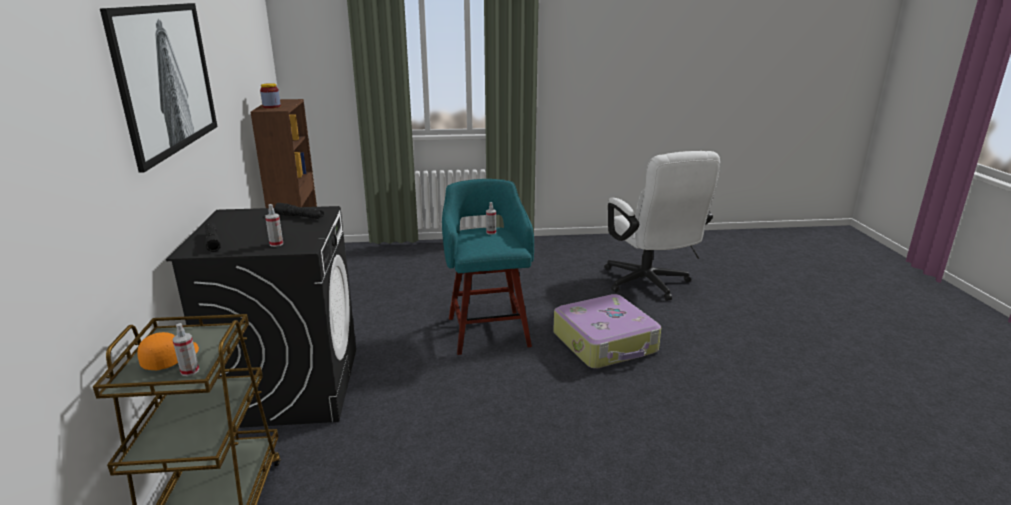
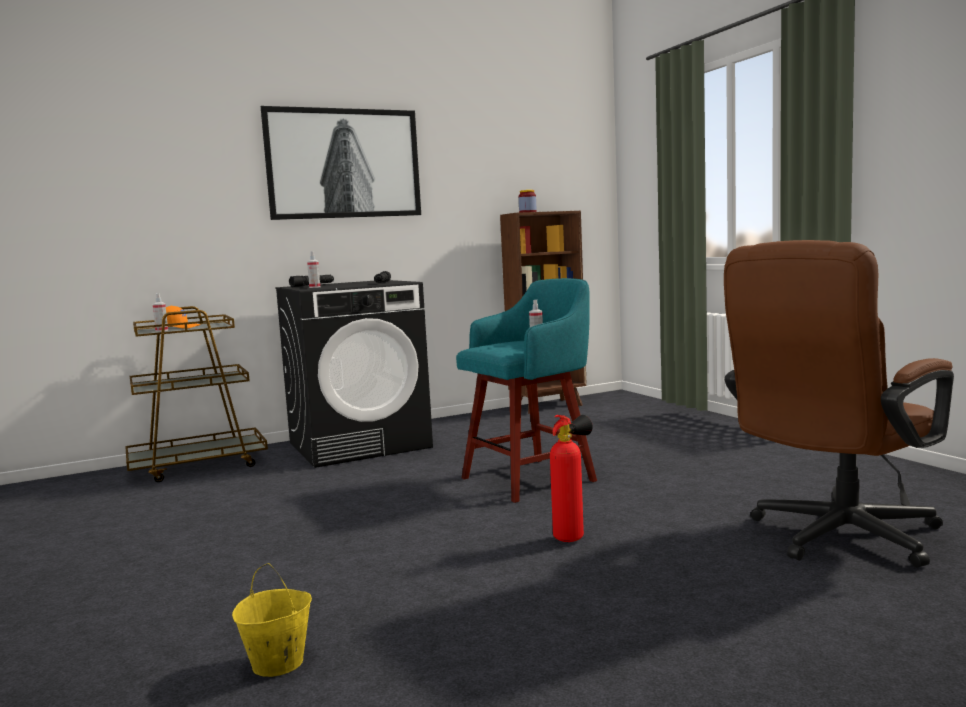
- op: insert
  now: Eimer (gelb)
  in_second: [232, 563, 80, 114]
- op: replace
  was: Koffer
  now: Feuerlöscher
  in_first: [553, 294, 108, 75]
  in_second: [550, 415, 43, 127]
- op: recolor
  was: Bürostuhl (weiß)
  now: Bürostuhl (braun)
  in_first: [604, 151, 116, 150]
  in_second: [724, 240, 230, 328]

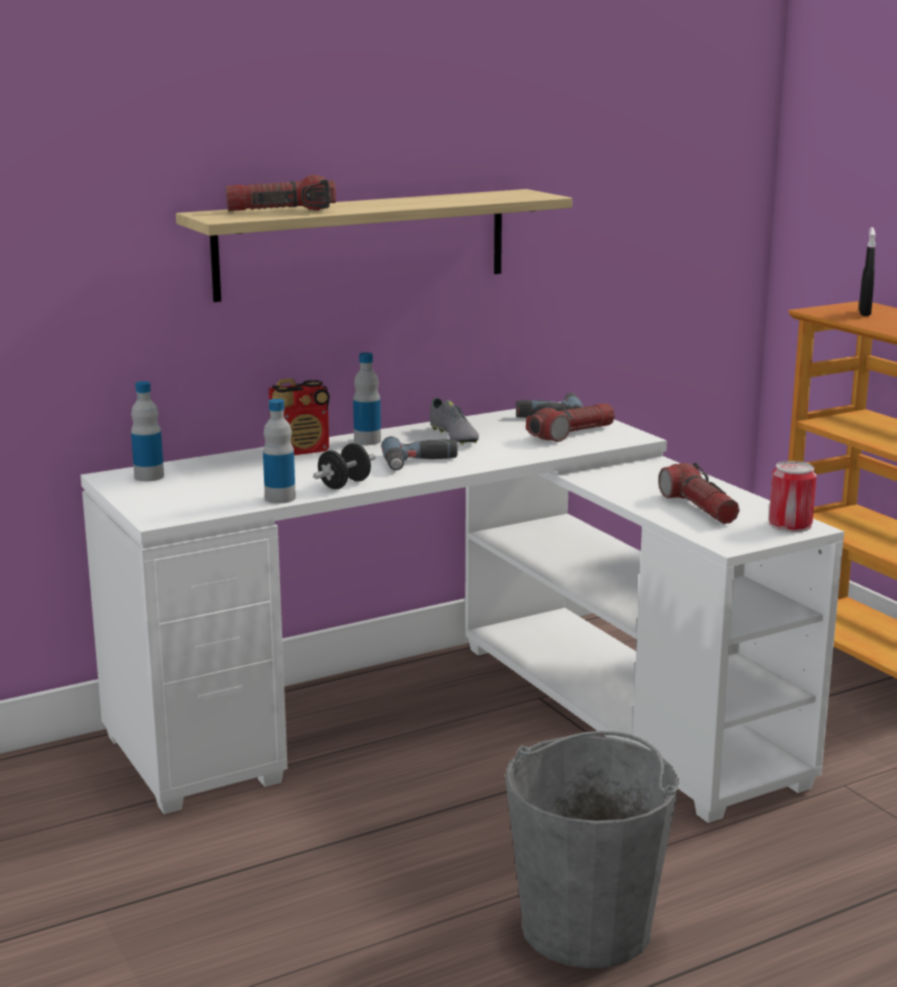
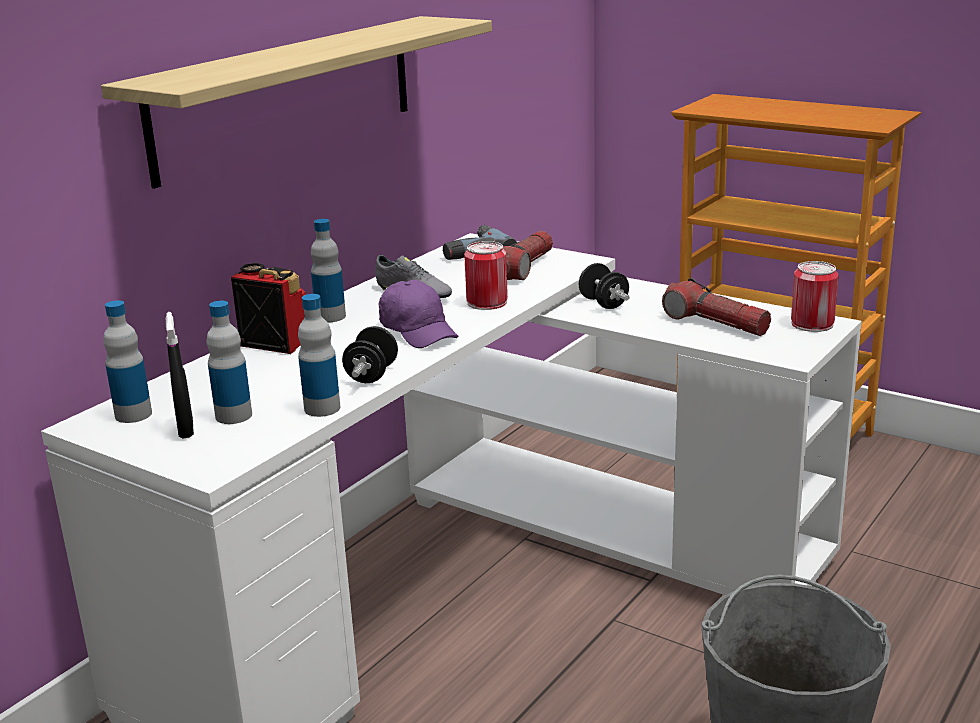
- op: delete
  was: Taschenlampe
  in_first: [226, 175, 110, 36]
- op: insert
  now: Flasche
  in_second: [207, 301, 45, 123]
- op: insert
  now: Dose
  in_second: [464, 241, 44, 69]
- op: insert
  now: Hantel (schwarz)
  in_second: [579, 263, 50, 46]
- op: move
  was: Sprühflasche (schwarz)
  in_first: [859, 227, 16, 89]
  in_second: [166, 312, 28, 126]
- op: replace
  was: Bohrmaschine
  now: Kappe (lila)
  in_first: [381, 436, 76, 34]
  in_second: [379, 280, 80, 68]
- op: rotate
  was: Radio
  in_first: [269, 378, 61, 77]
  in_second: [231, 263, 75, 91]
  clockwise: -105

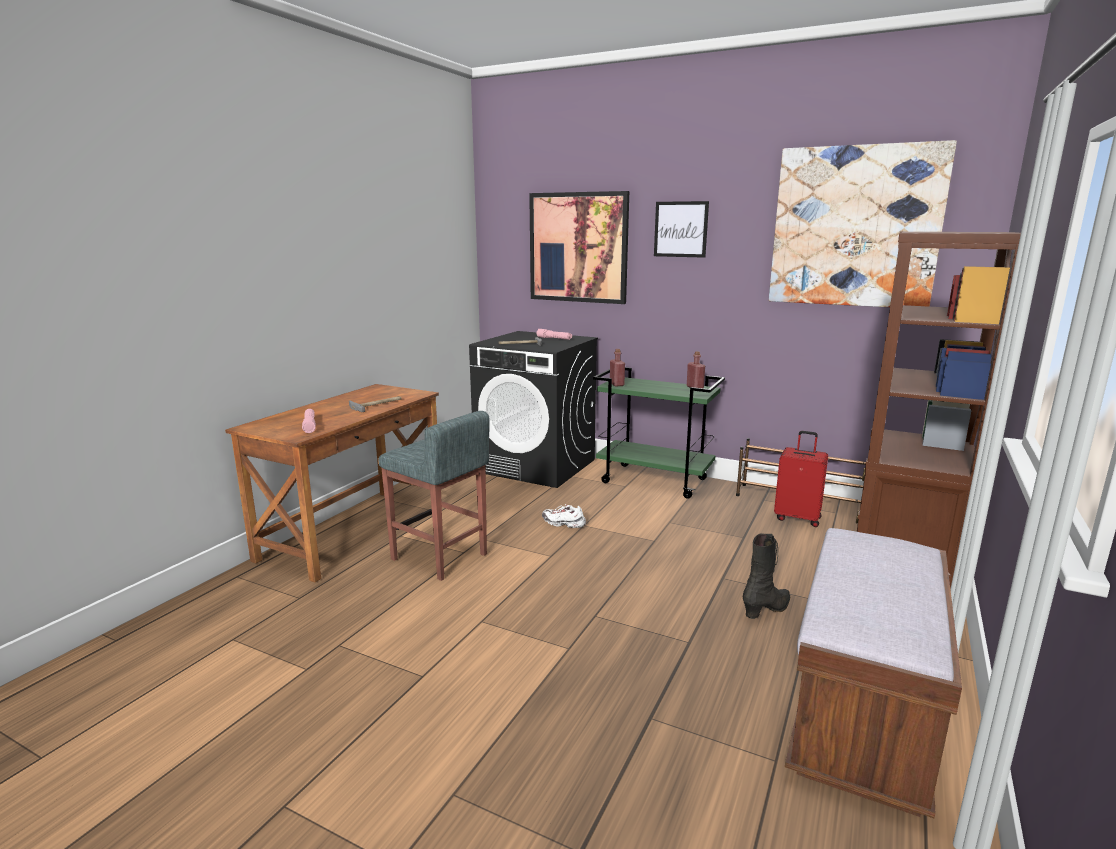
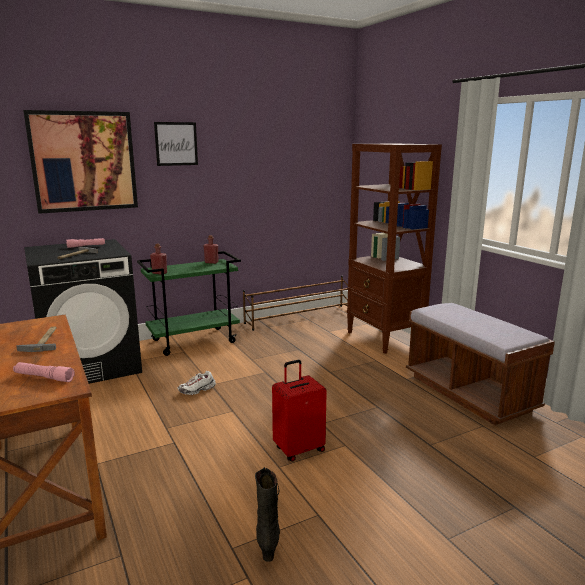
- op: delete
  was: Hocker (grau)
  in_first: [378, 411, 112, 170]
- op: delete
  was: Bild
  in_first: [769, 140, 188, 167]
- op: move
  was: Stiefel (schwarz)
  in_first: [743, 533, 47, 86]
  in_second: [255, 467, 25, 95]
- op: move
  was: Koffer (rot)
  in_first: [774, 431, 54, 96]
  in_second: [272, 360, 55, 101]

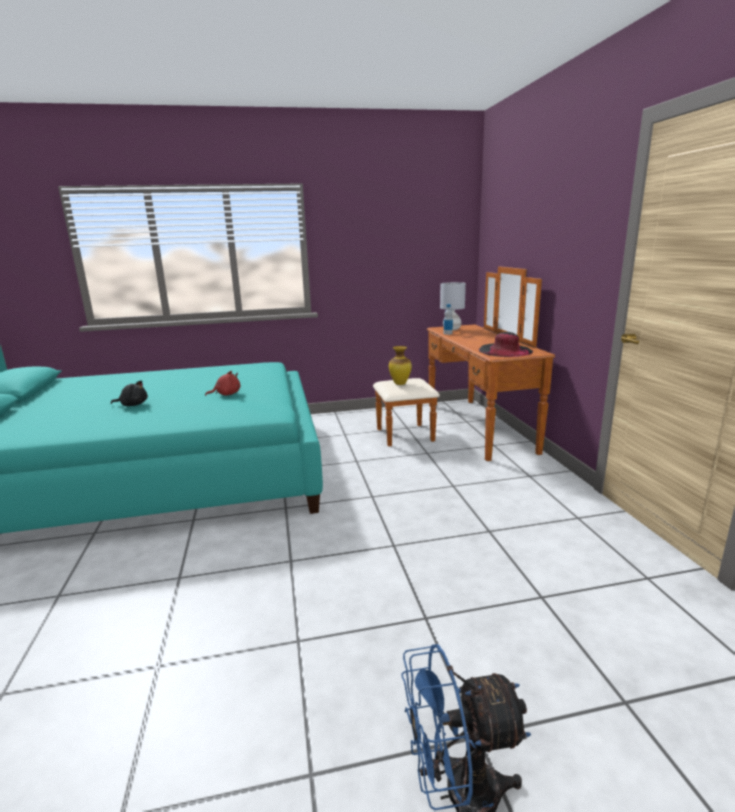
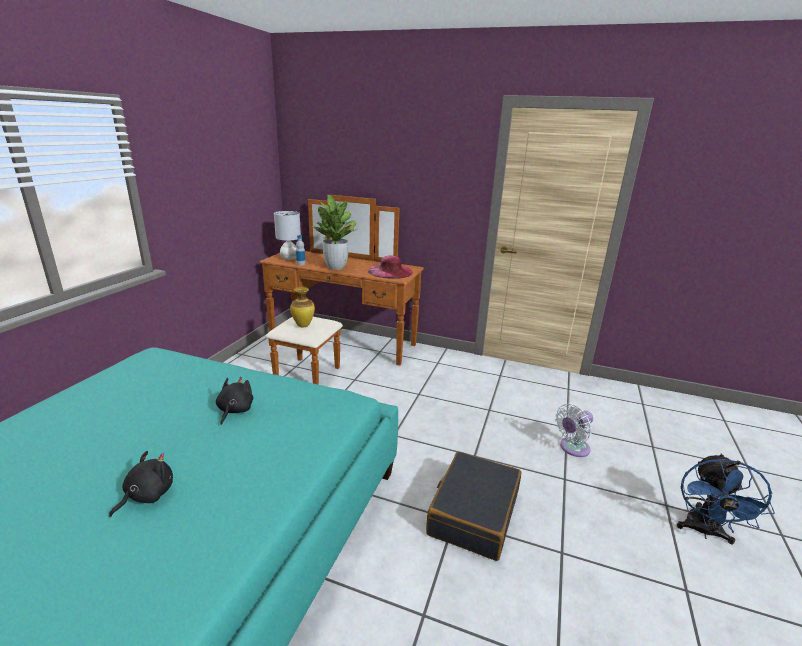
- op: insert
  now: Topfpflanze
  in_second: [312, 195, 46, 75]
- op: insert
  now: Koffer (schwarz)
  in_second: [426, 451, 95, 110]
- op: insert
  now: Ventilator (weiß)
  in_second: [555, 404, 38, 53]
- op: recolor
  was: Plüschtier (rot)
  now: Plüschtier (schwarz)
  in_first: [205, 371, 35, 25]
  in_second: [216, 377, 37, 48]
- op: recolor
  was: Hut (schwarz)
  now: Hut (rosa)
  in_first: [479, 332, 54, 25]
  in_second: [368, 255, 45, 24]

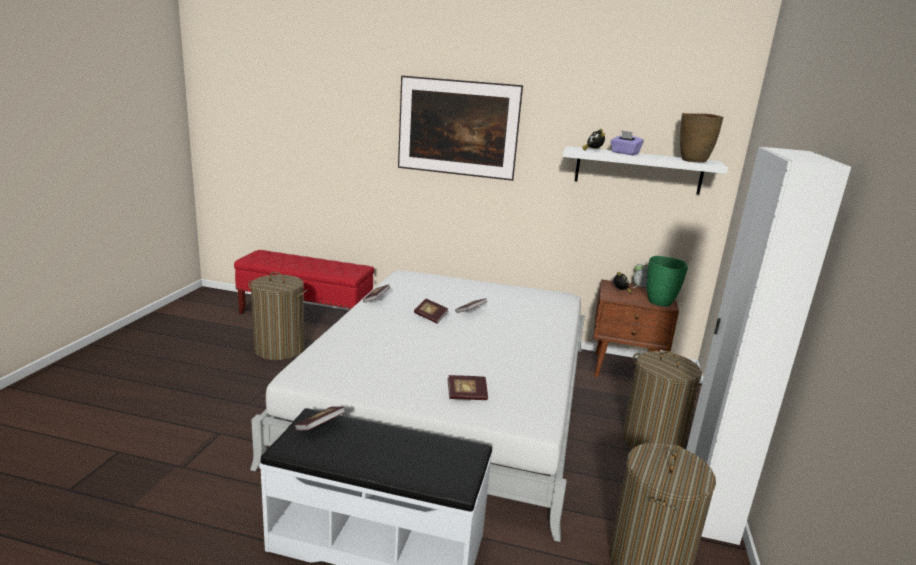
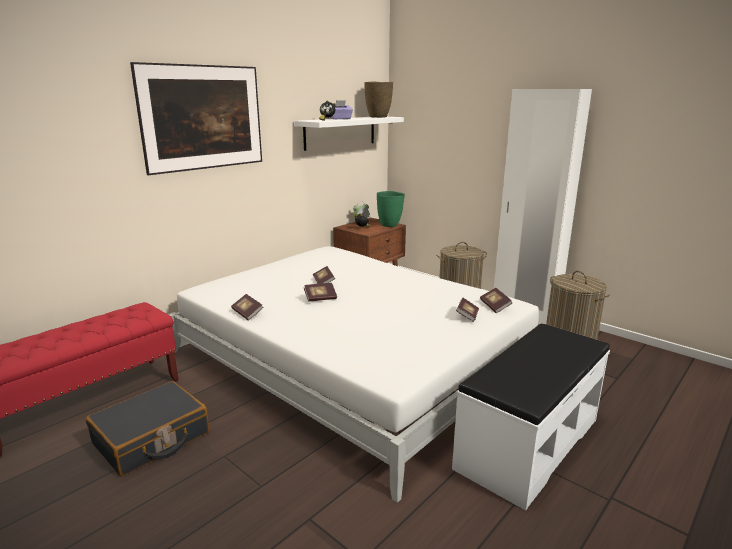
- op: move
  was: Buch
  in_first: [295, 407, 51, 24]
  in_second: [480, 288, 32, 25]
- op: replace
  was: Wäschekorb
  now: Koffer (schwarz)
  in_first: [248, 272, 60, 88]
  in_second: [86, 381, 123, 95]

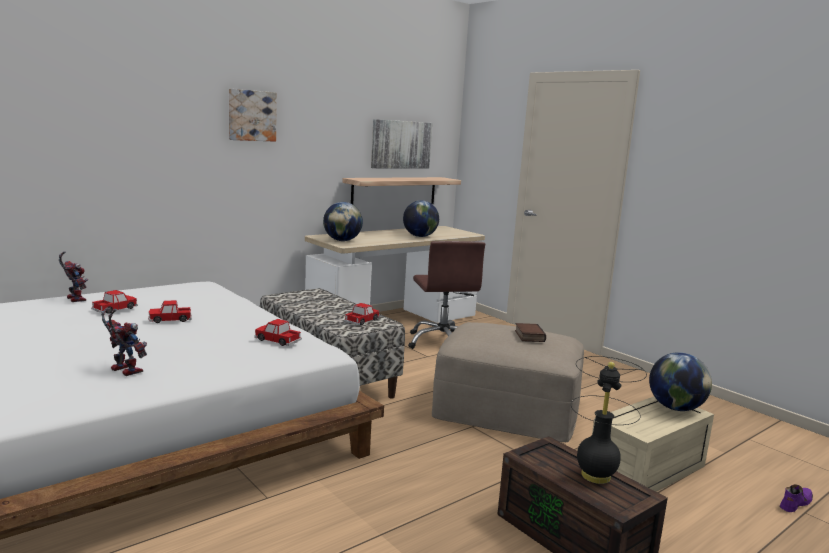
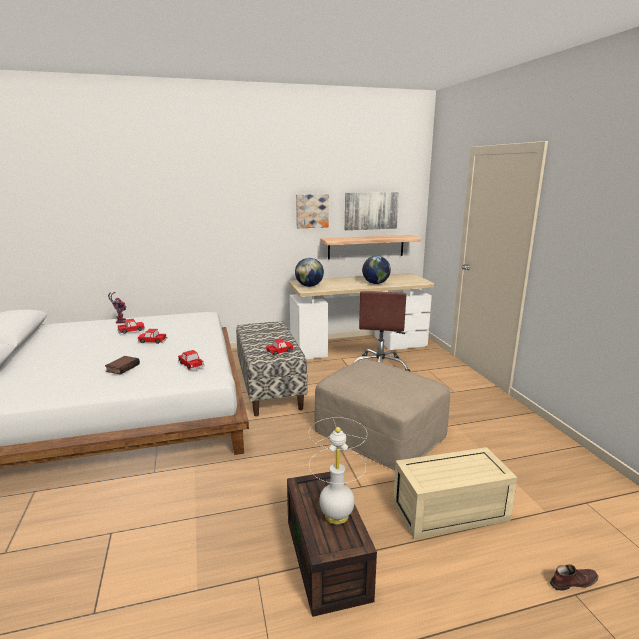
- op: delete
  was: Spielzeugroboter
  in_first: [101, 307, 46, 69]
- op: delete
  was: Globus
  in_first: [649, 352, 63, 59]
- op: move
  was: Bild
  in_first: [229, 89, 48, 53]
  in_second: [296, 194, 33, 34]
- op: move
  was: Buch
  in_first: [515, 323, 31, 19]
  in_second: [105, 356, 35, 18]
- op: recolor
  was: Tischlampe (schwarz)
  now: Tischlampe (weiß)
  in_first: [571, 356, 76, 128]
  in_second: [309, 417, 58, 107]
- op: recolor
  was: Schuh (lila)
  now: Schuh (braun)
  in_first: [779, 484, 34, 28]
  in_second: [550, 564, 49, 27]

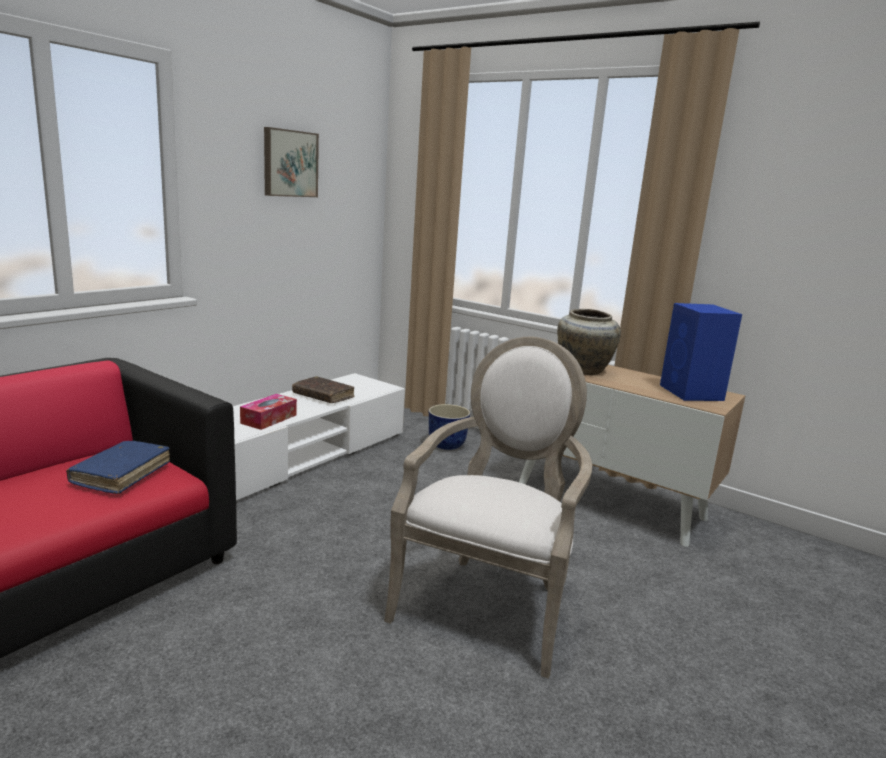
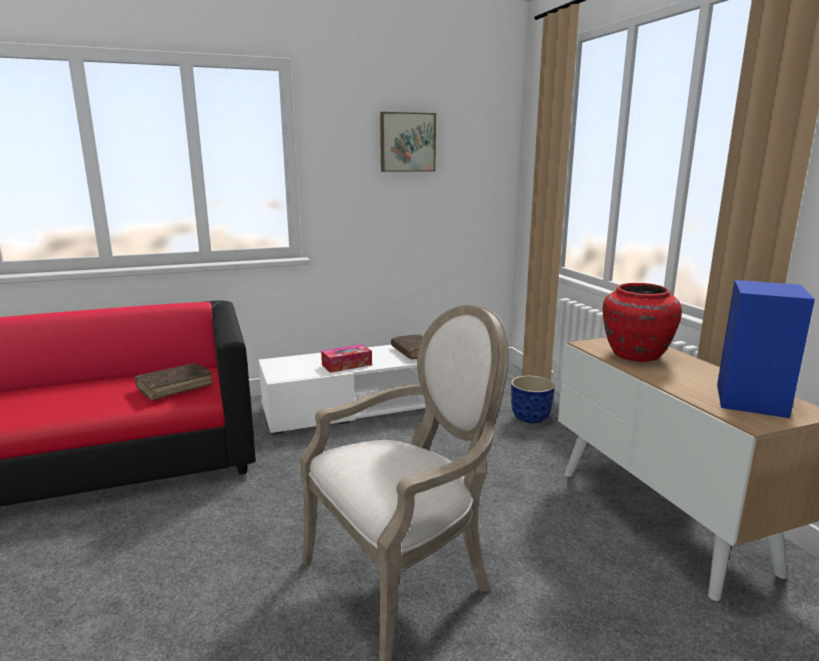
- op: recolor
  was: Buch (blau)
  now: Buch (braun)
  in_first: [66, 441, 104, 53]
  in_second: [134, 363, 79, 37]
- op: recolor
  was: Vase (beige)
  now: Vase (rot)
  in_first: [557, 309, 64, 66]
  in_second: [603, 283, 79, 79]

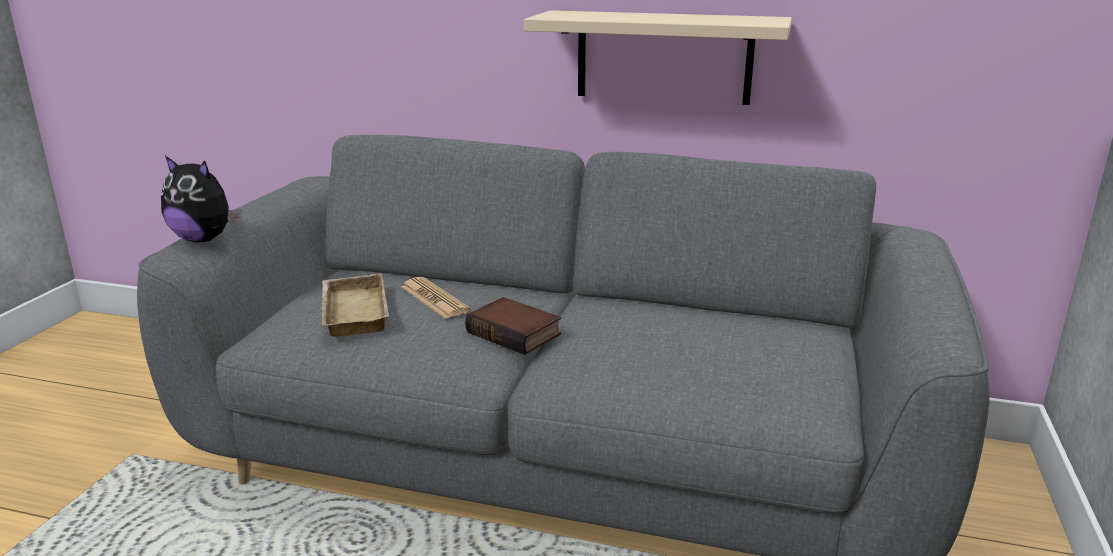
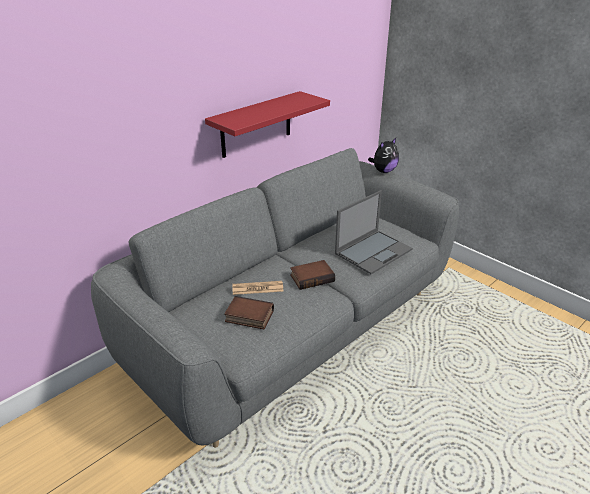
- op: insert
  now: Laptop
  in_second: [335, 190, 78, 84]
- op: move
  was: Plüschtier
  in_first: [161, 156, 81, 86]
  in_second: [368, 138, 31, 35]
- op: replace
  was: Tablett (beige)
  now: Buch
  in_first: [321, 273, 68, 64]
  in_second: [224, 296, 50, 33]
- op: recolor
  was: Wandregal (beige)
  now: Wandregal (rot)
  in_first: [524, 10, 268, 95]
  in_second: [205, 91, 125, 67]

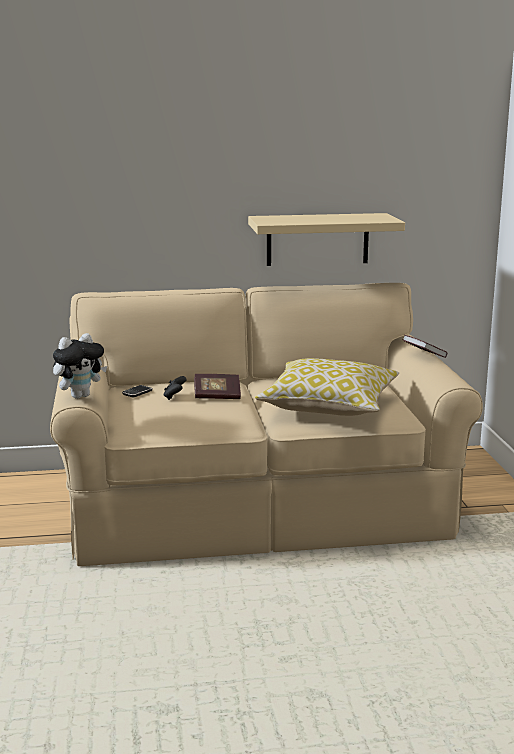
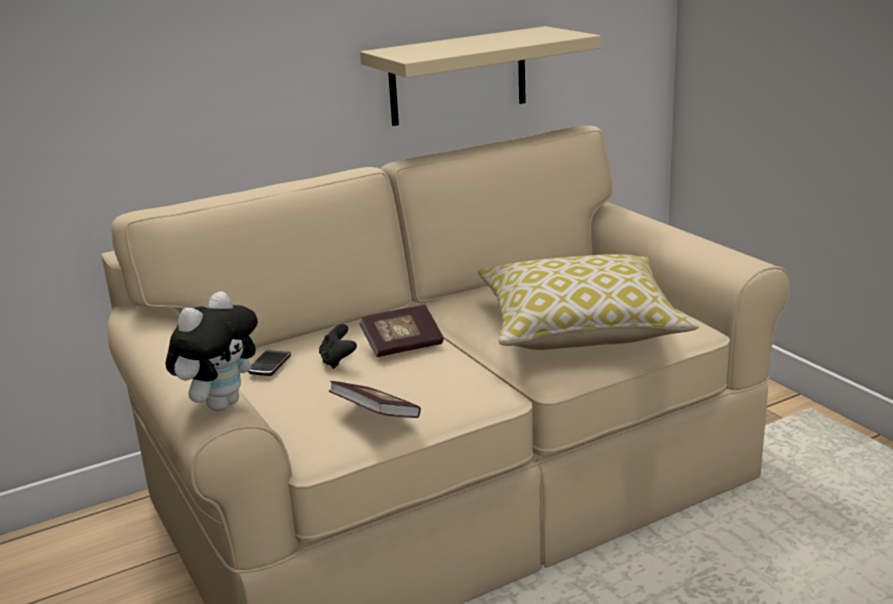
- op: move
  was: Buch
  in_first: [402, 335, 45, 23]
  in_second: [328, 381, 93, 37]

